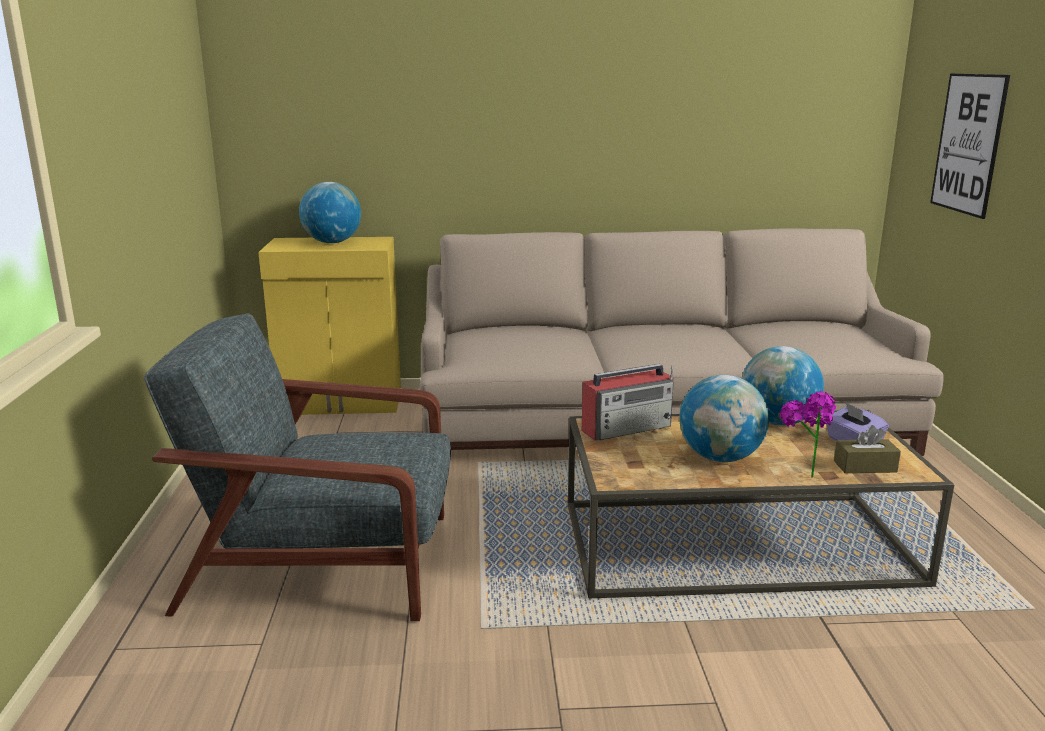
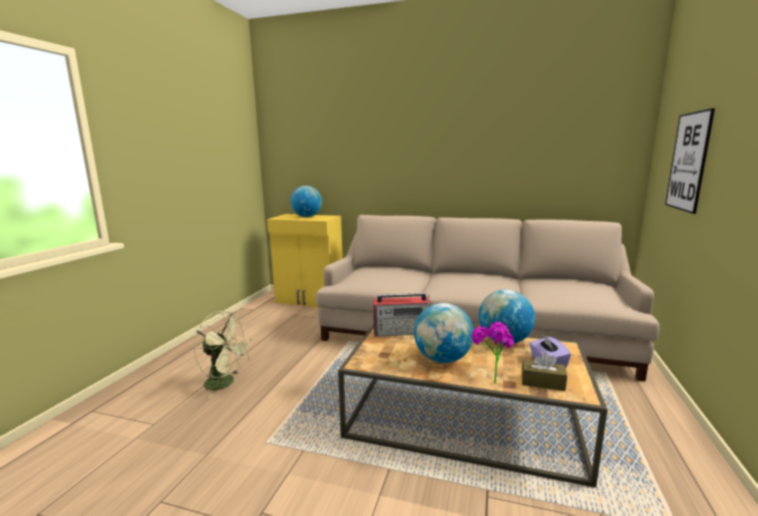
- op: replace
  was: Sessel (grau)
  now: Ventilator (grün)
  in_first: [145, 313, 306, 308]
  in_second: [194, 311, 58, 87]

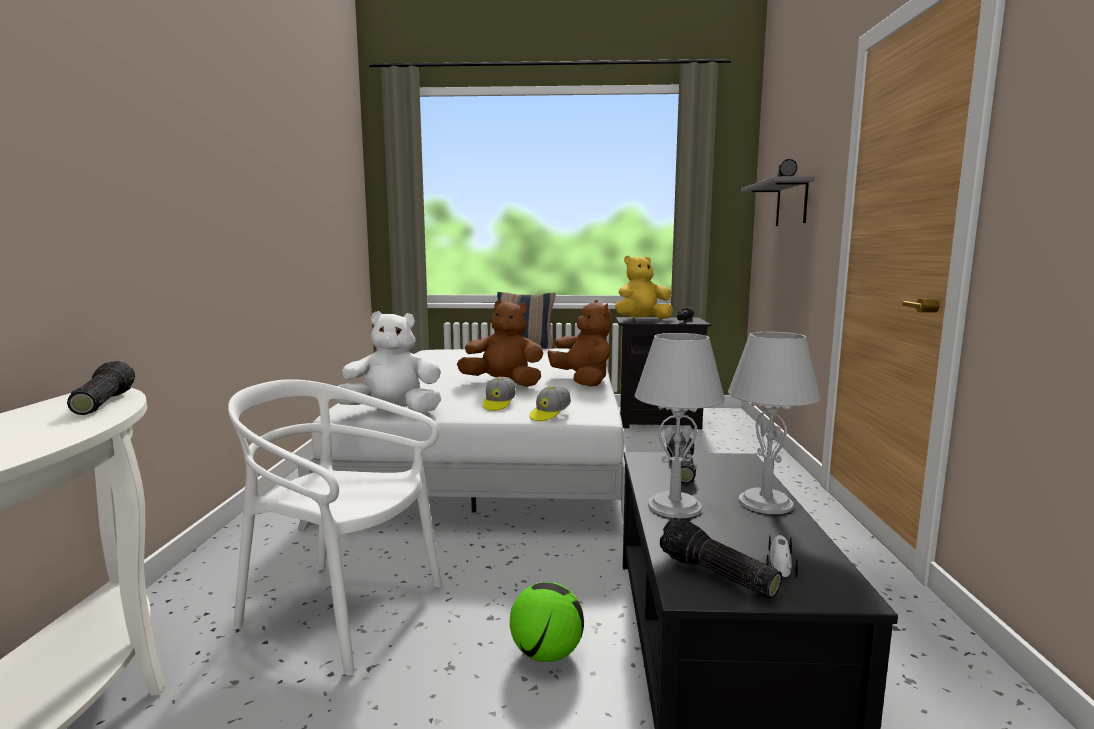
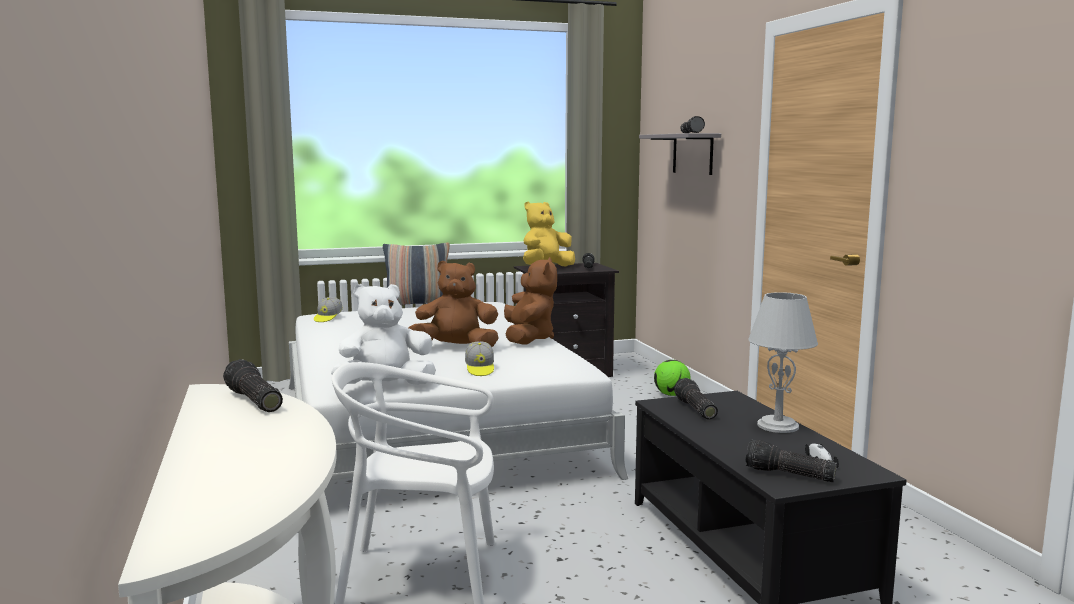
- op: delete
  was: Tischlampe (grau)
  in_first: [635, 333, 90, 185]
- op: move
  was: Fußball
  in_first: [510, 582, 74, 80]
  in_second: [654, 360, 37, 36]
- op: move
  was: Kappe
  in_first: [529, 385, 42, 36]
  in_second: [314, 297, 29, 25]
- op: rotate
  was: Plüschtier (braun)
  in_first: [548, 300, 64, 87]
  in_second: [504, 257, 53, 87]
  clockwise: 45

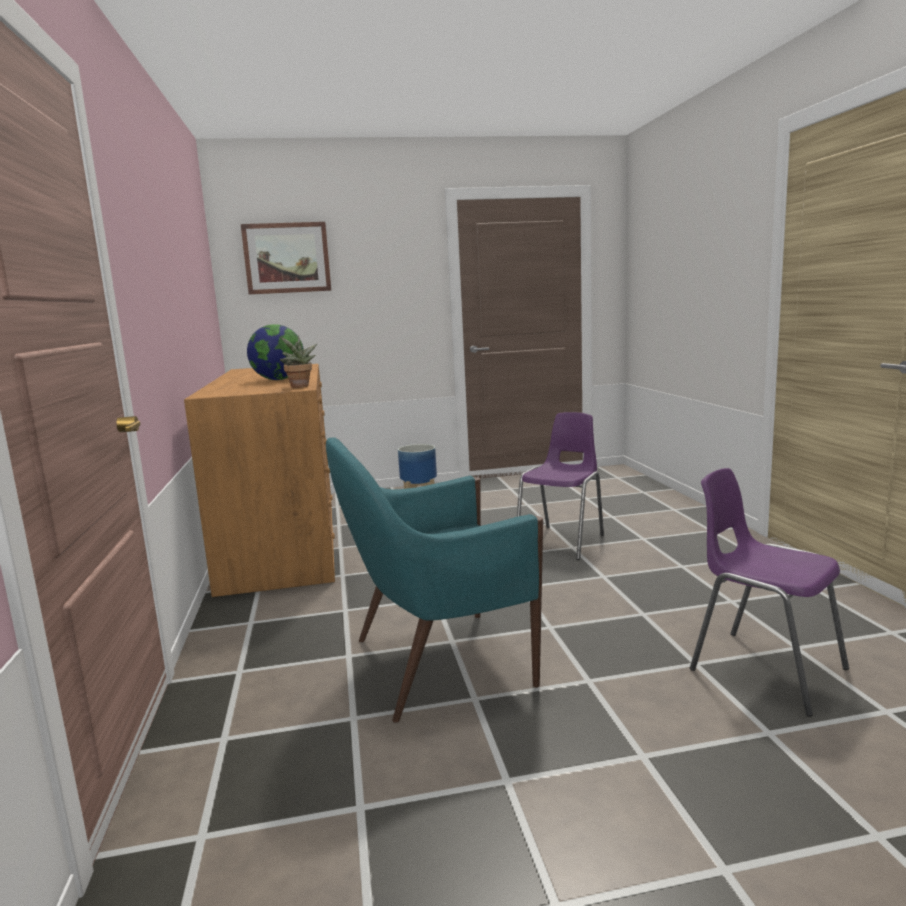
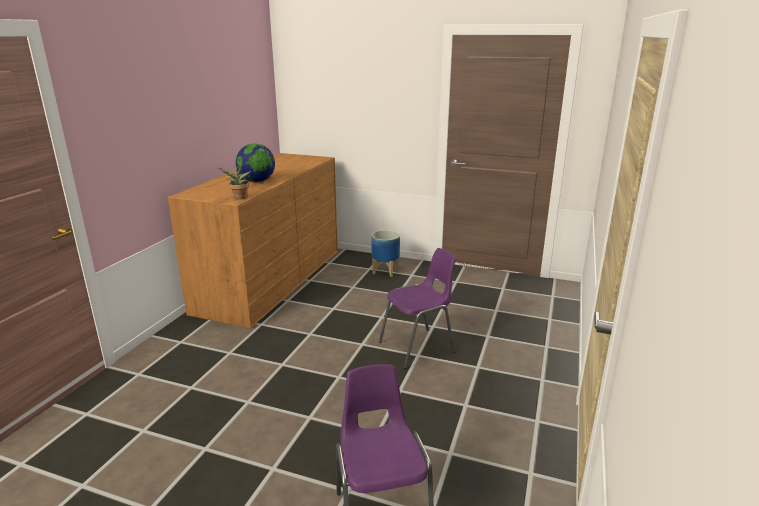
- op: delete
  was: Bild
  in_first: [241, 222, 90, 73]
- op: delete
  was: Sessel (türkis)
  in_first: [326, 438, 217, 285]

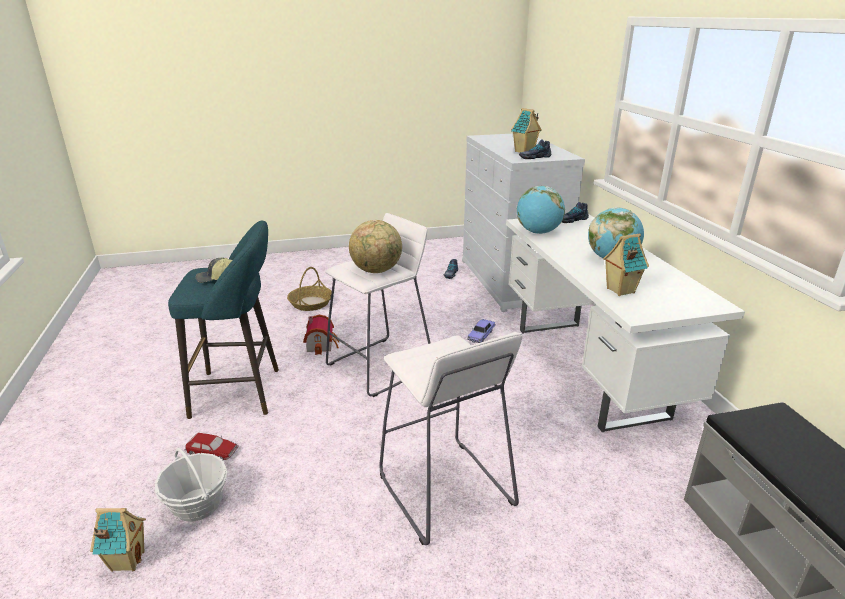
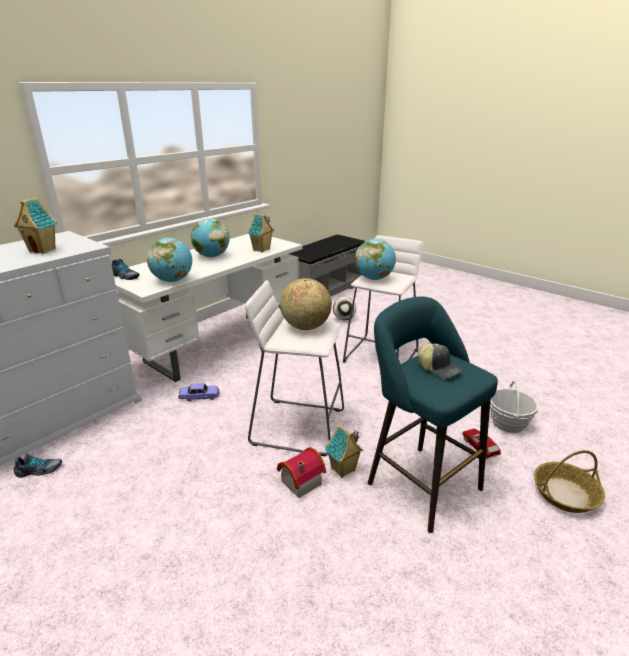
- op: delete
  was: Schuh
  in_first: [519, 139, 32, 20]
- op: insert
  now: Fußball
  in_second: [333, 297, 23, 23]
- op: insert
  now: Globus
  in_second: [355, 239, 41, 41]
- op: move
  was: Spielzeughaus
  in_first: [90, 508, 56, 64]
  in_second: [325, 423, 38, 55]
- op: move
  was: Korb
  in_first: [287, 267, 45, 44]
  in_second: [534, 450, 71, 63]

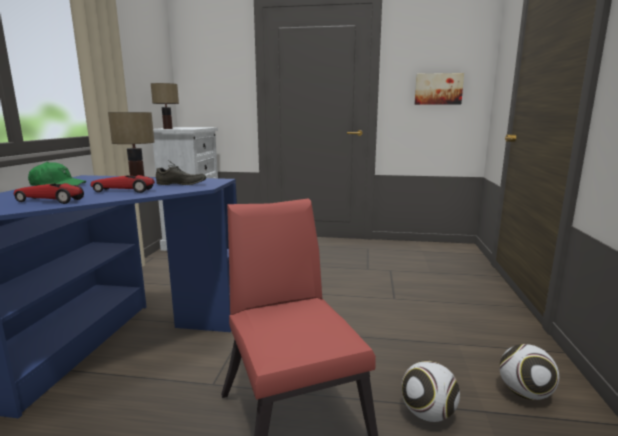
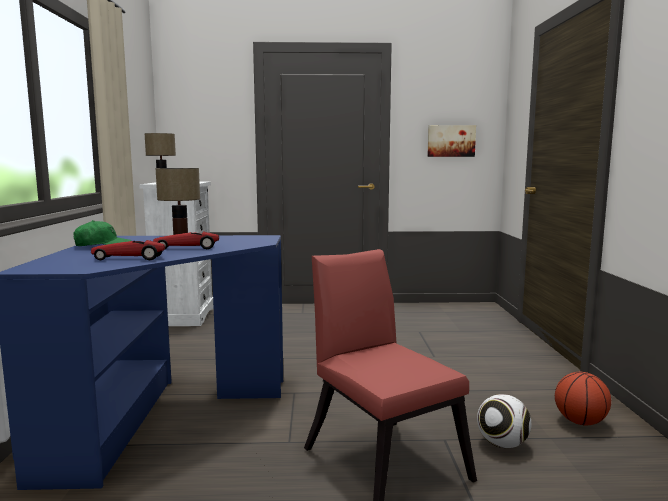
- op: delete
  was: Schuh (grau)
  in_first: [156, 160, 50, 25]
- op: replace
  was: Fußball
  now: Basketball
  in_first: [500, 344, 59, 56]
  in_second: [555, 372, 56, 53]

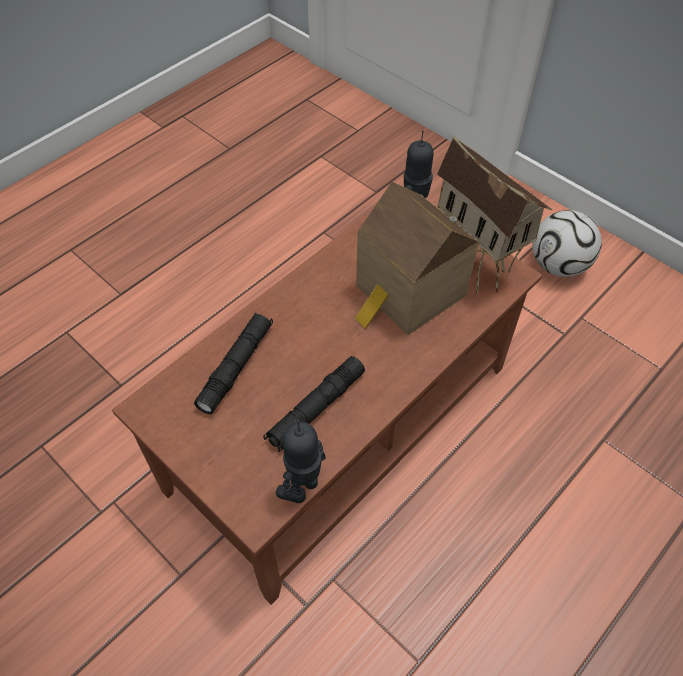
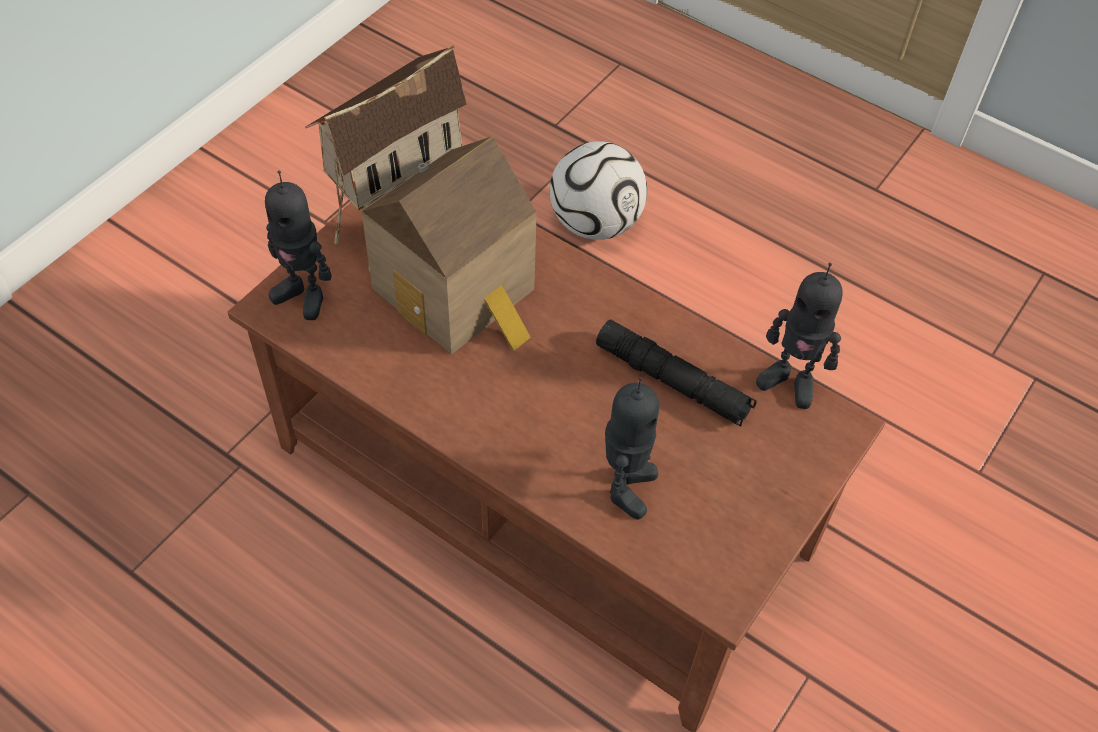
- op: move
  was: Fußball
  in_first: [532, 210, 70, 67]
  in_second: [550, 141, 97, 99]
- op: replace
  was: Taschenlampe (schwarz)
  now: Spielzeugroboter
  in_first: [194, 312, 79, 102]
  in_second: [605, 377, 54, 143]

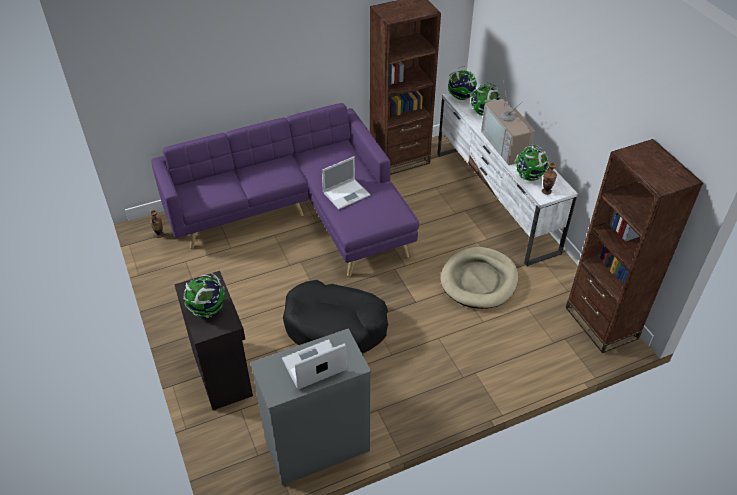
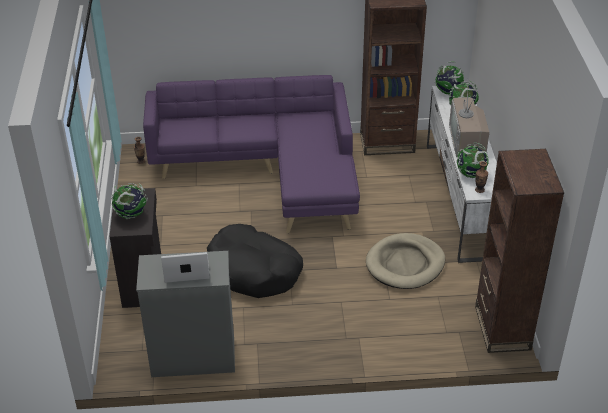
- op: delete
  was: Laptop
  in_first: [322, 156, 49, 53]

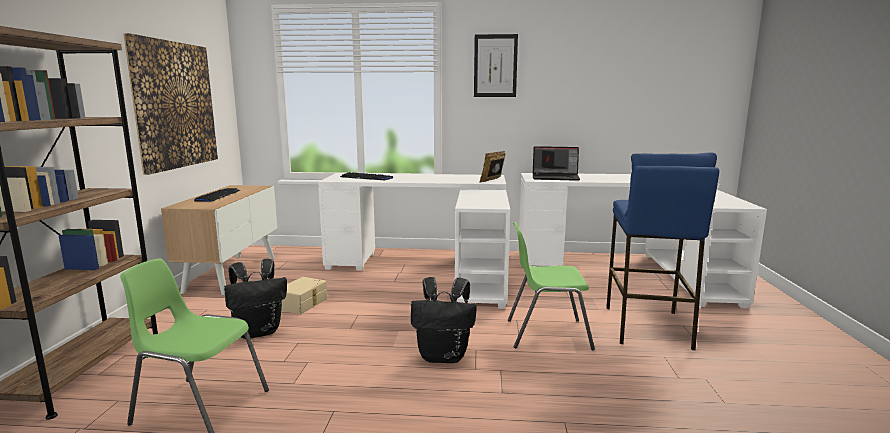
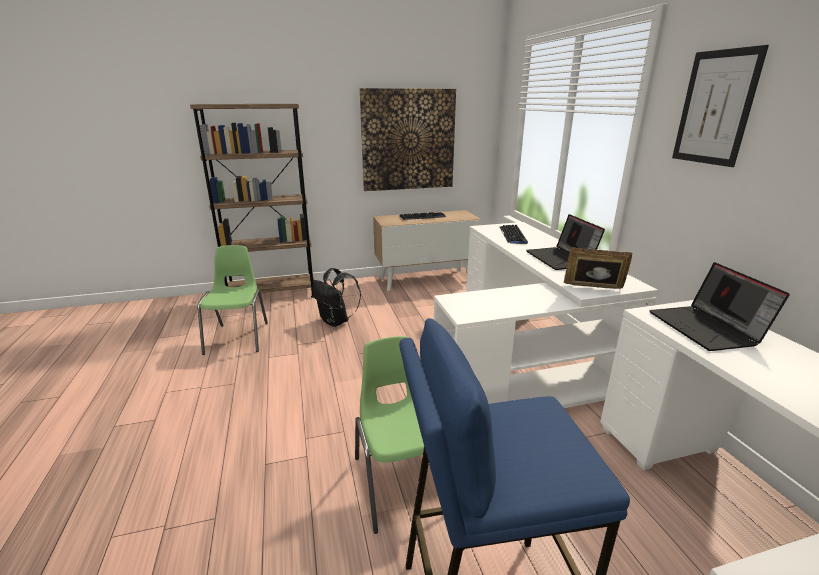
- op: delete
  was: Aufbewahrungsbox (beige)
  in_first: [281, 277, 46, 37]
- op: delete
  was: Rucksack (schwarz)
  in_first: [411, 277, 66, 86]
- op: insert
  now: Laptop
  in_second: [526, 214, 79, 56]

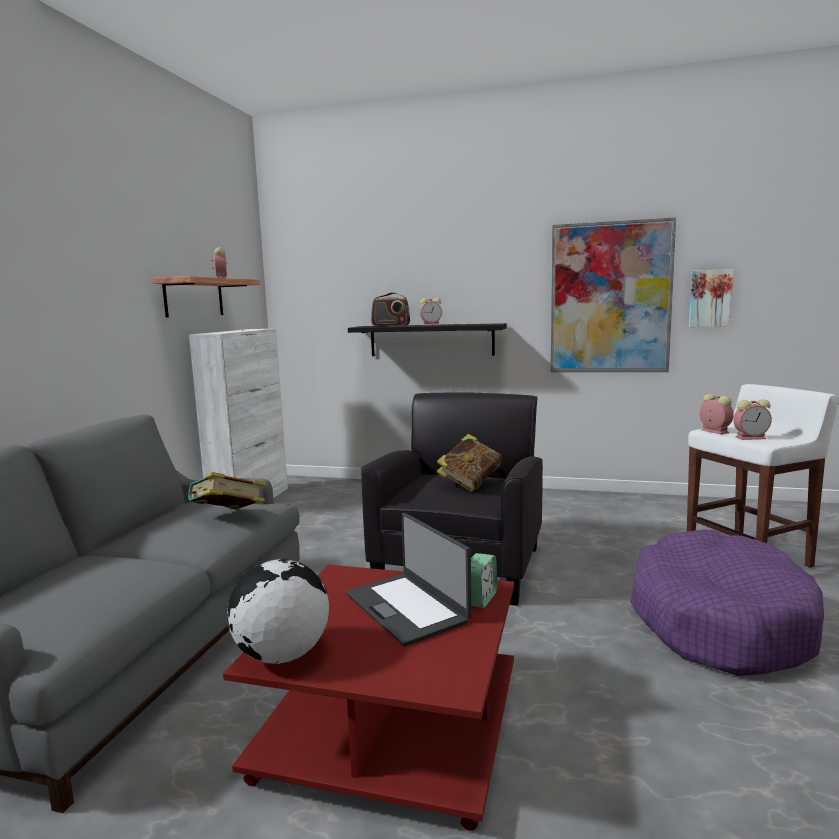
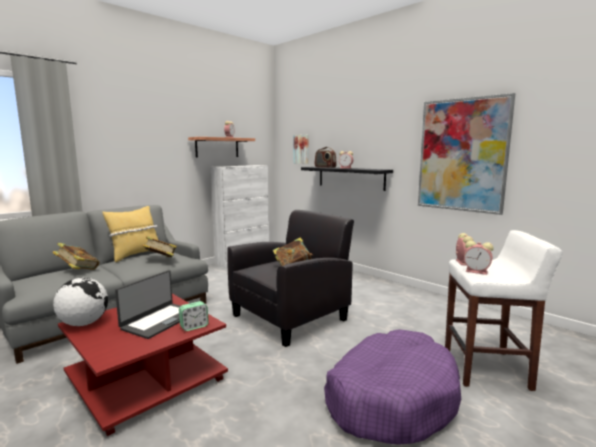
- op: insert
  now: Buch
  in_second: [52, 243, 47, 27]
- op: insert
  now: Kissen (gelb)
  in_second: [102, 206, 56, 56]
- op: move
  was: Bild
  in_first: [689, 269, 44, 58]
  in_second: [293, 135, 16, 29]
- op: rotate
  was: Laptop
  in_first: [346, 513, 126, 134]
  in_second: [115, 270, 65, 69]
  clockwise: -150

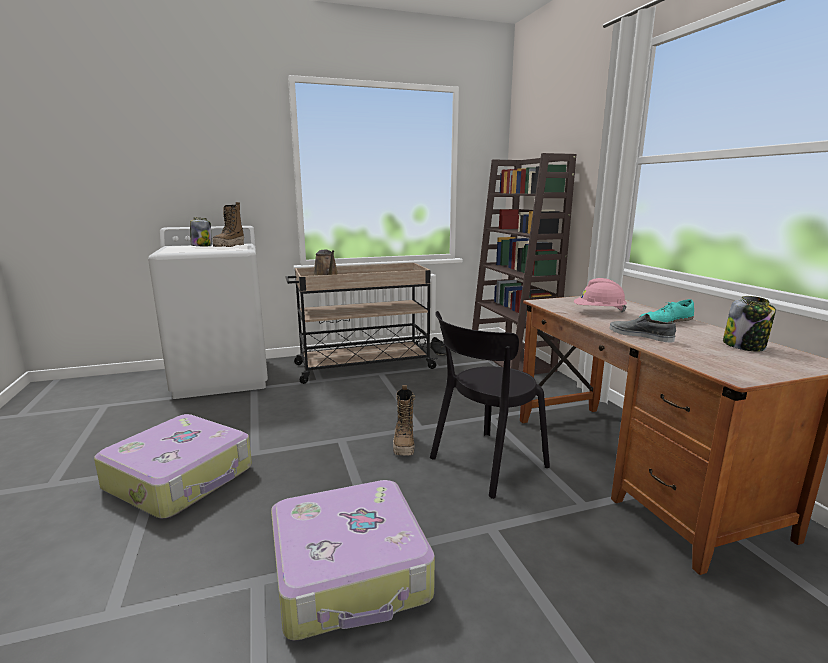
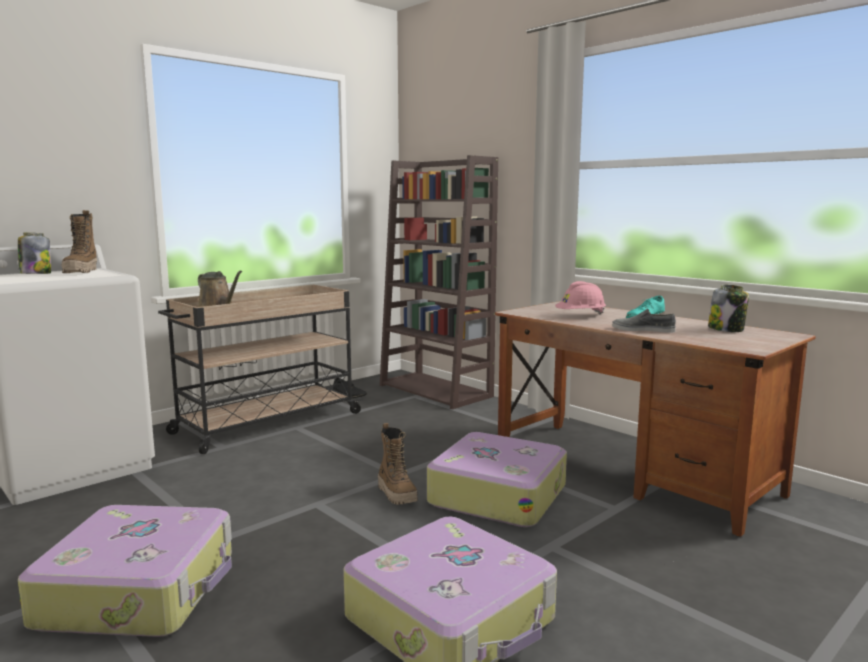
- op: replace
  was: Stuhl (schwarz)
  now: Koffer
  in_first: [430, 311, 120, 188]
  in_second: [427, 432, 140, 95]

